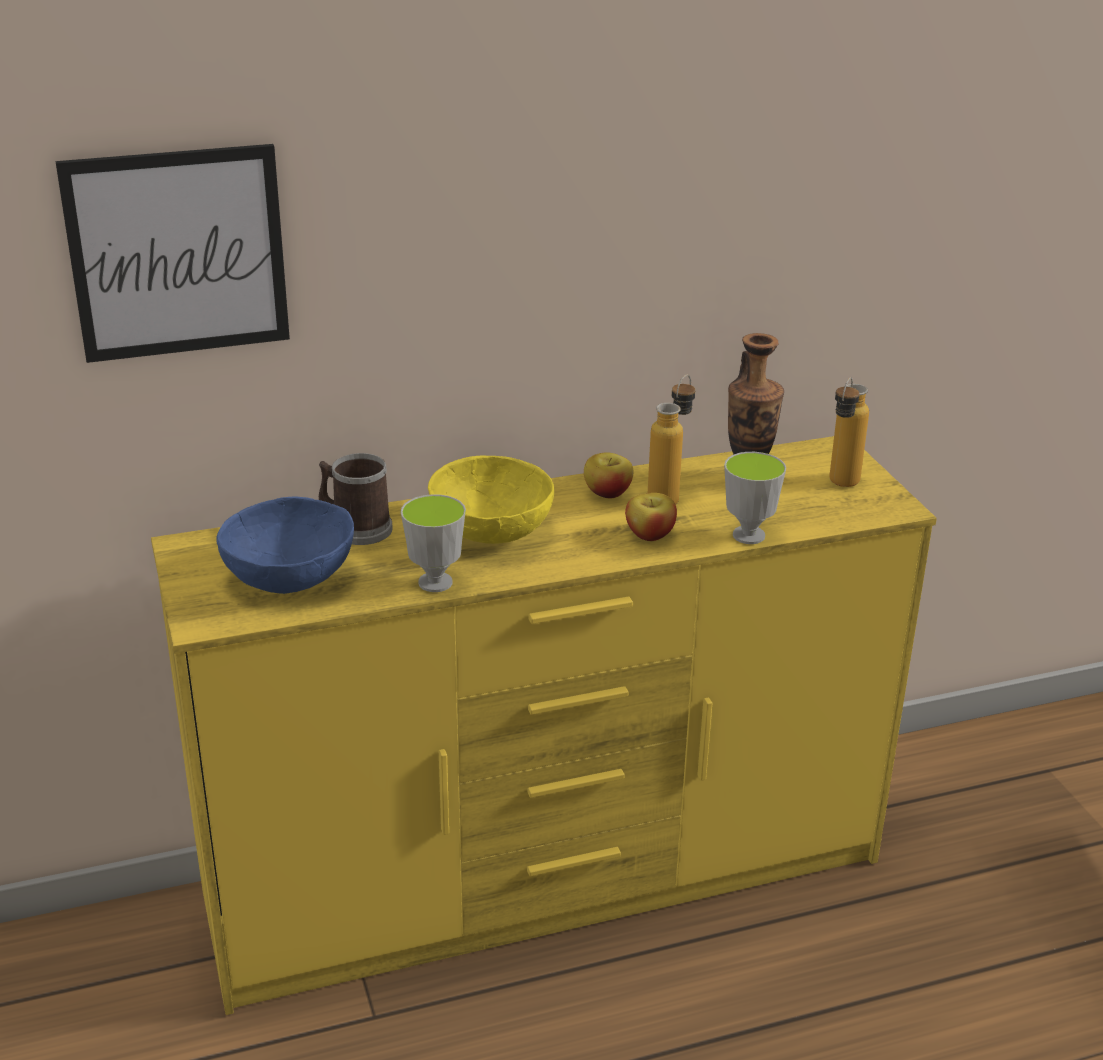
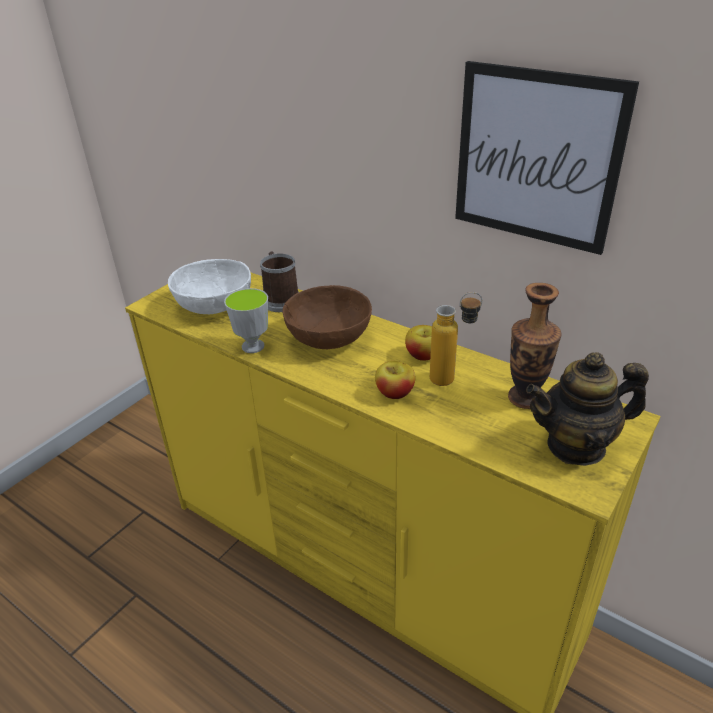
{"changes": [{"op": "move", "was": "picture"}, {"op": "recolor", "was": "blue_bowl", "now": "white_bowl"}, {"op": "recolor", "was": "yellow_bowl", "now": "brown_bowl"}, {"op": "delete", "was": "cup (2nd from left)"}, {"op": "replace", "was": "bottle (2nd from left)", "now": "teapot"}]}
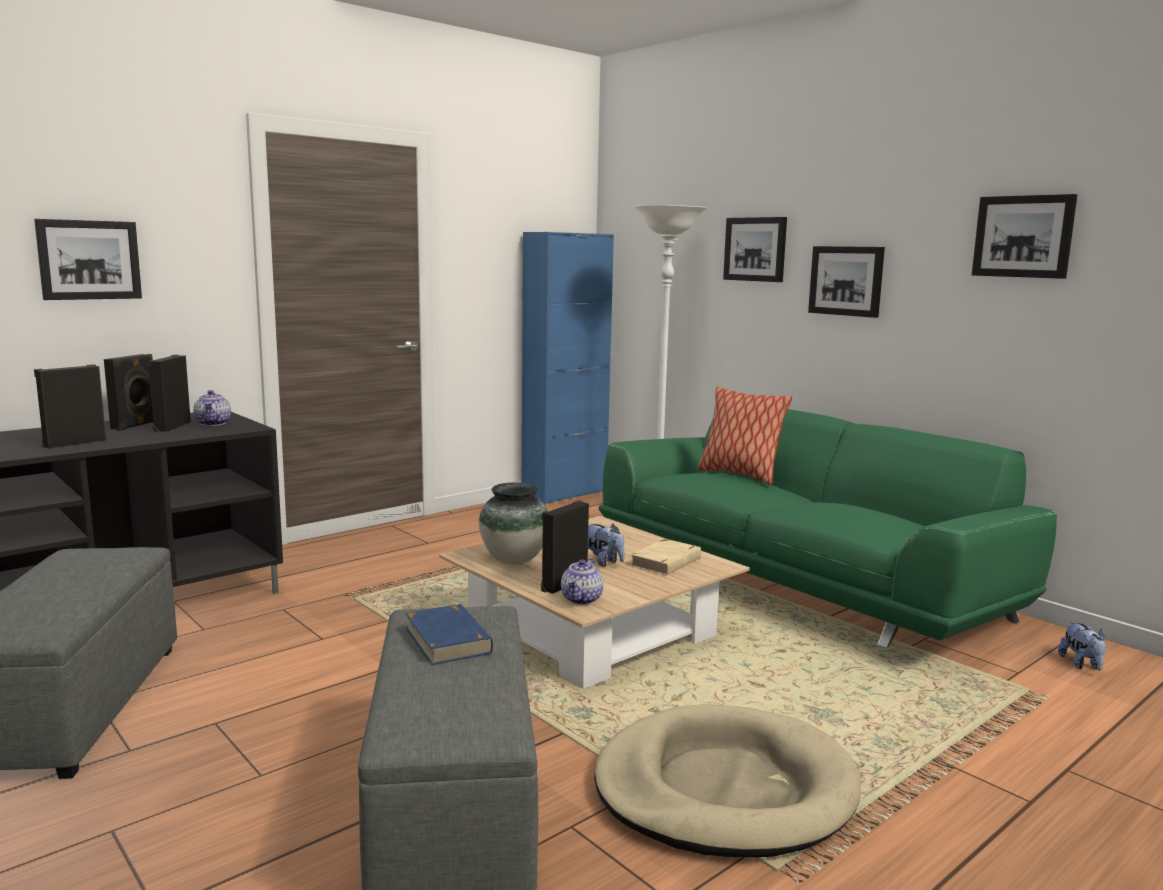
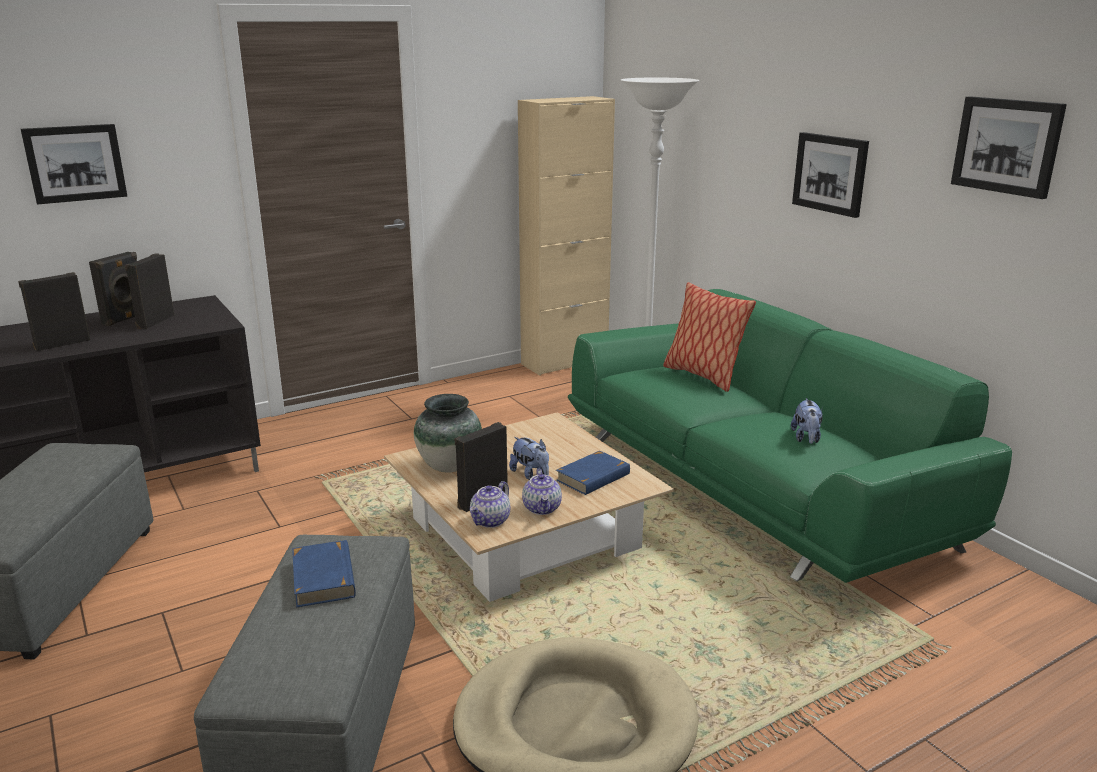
{"changes": [{"op": "move", "was": "teapot (1st from left in the first image)", "now": "teapot (2nd from left)"}, {"op": "recolor", "was": "blue_cabinet", "now": "beige_cabinet"}, {"op": "recolor", "was": "beige_book", "now": "blue_book (2nd from left)"}, {"op": "delete", "was": "picture (2nd from left)"}, {"op": "move", "was": "plush_toy (2nd from left)"}]}
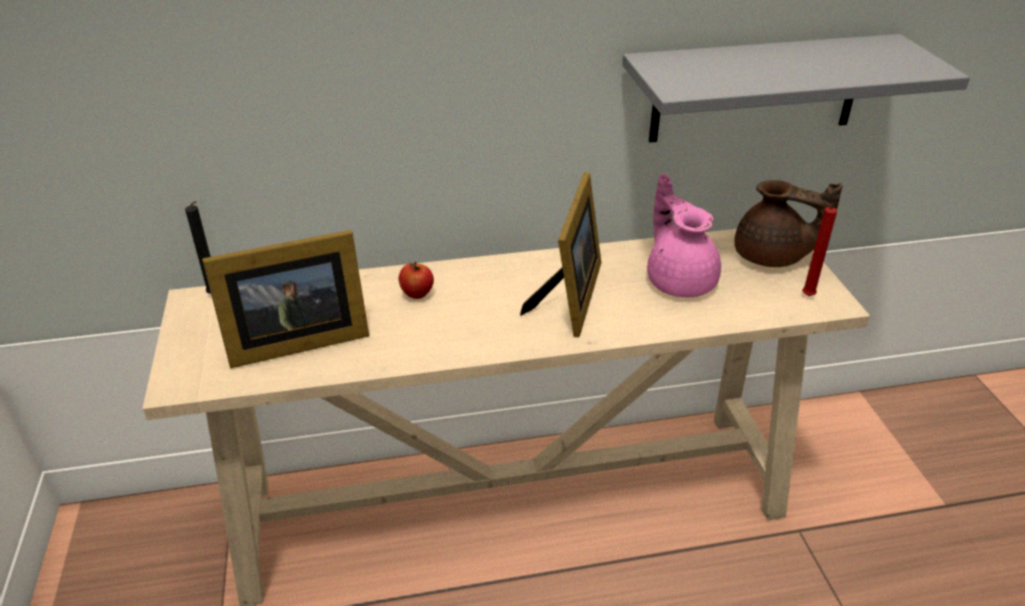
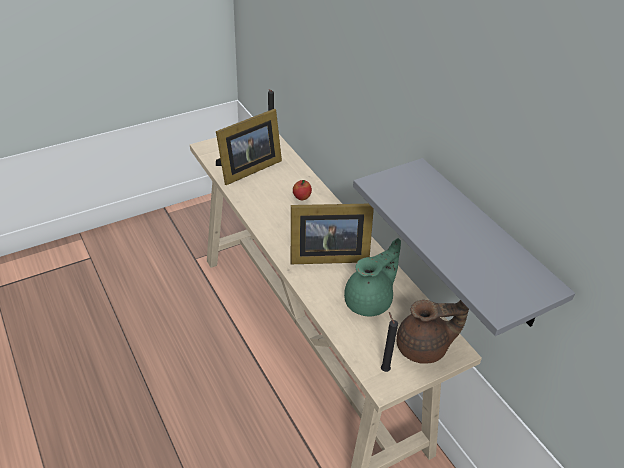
{"changes": [{"op": "rotate", "was": "picture_frame (1st from left)", "clockwise": -90}, {"op": "recolor", "was": "pink_teapot", "now": "green_teapot"}, {"op": "rotate", "was": "brown_teapot", "clockwise": -105}, {"op": "recolor", "was": "red_candle", "now": "black_candle (2nd from left)"}]}
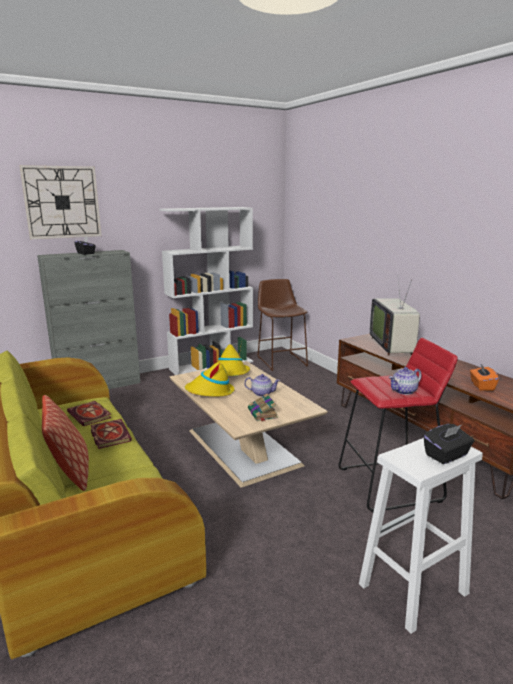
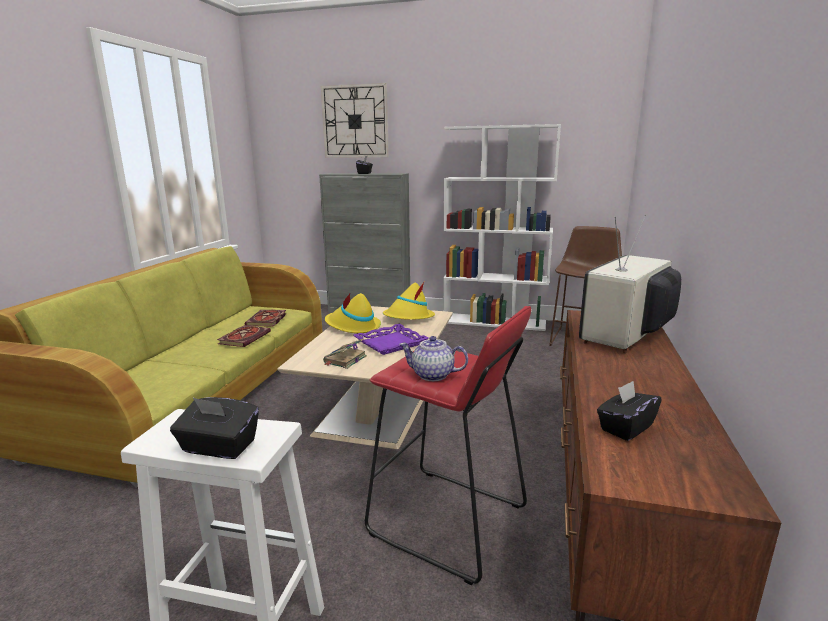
{"changes": [{"op": "delete", "was": "pillow"}, {"op": "replace", "was": "teapot (1st from left)", "now": "purple_tray"}, {"op": "recolor", "was": "orange_tissue_box", "now": "black_tissue_box (3rd from left)"}]}
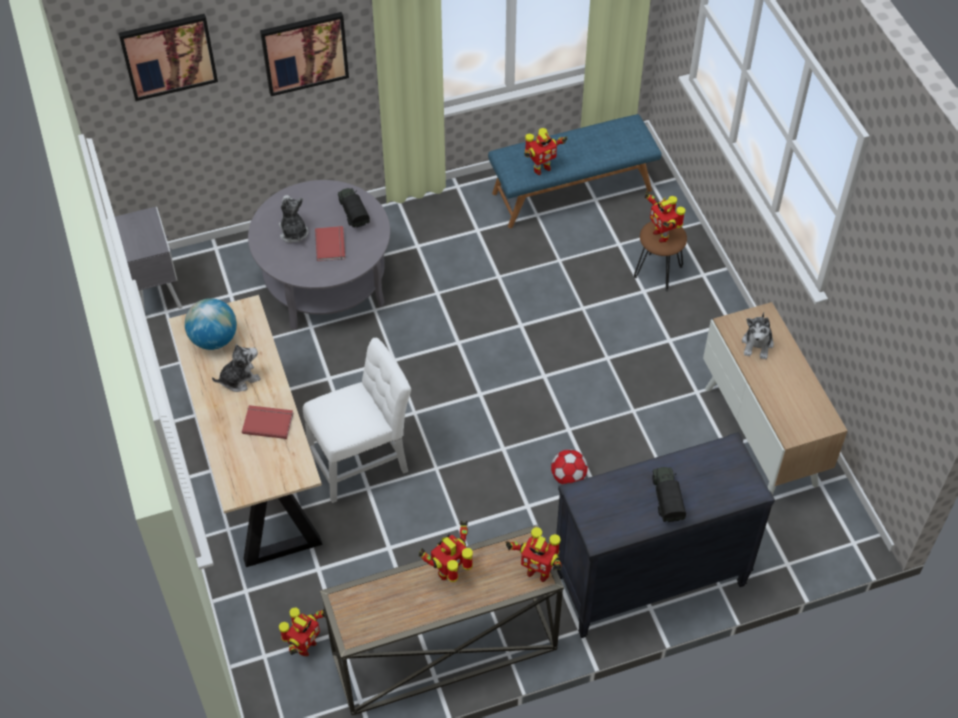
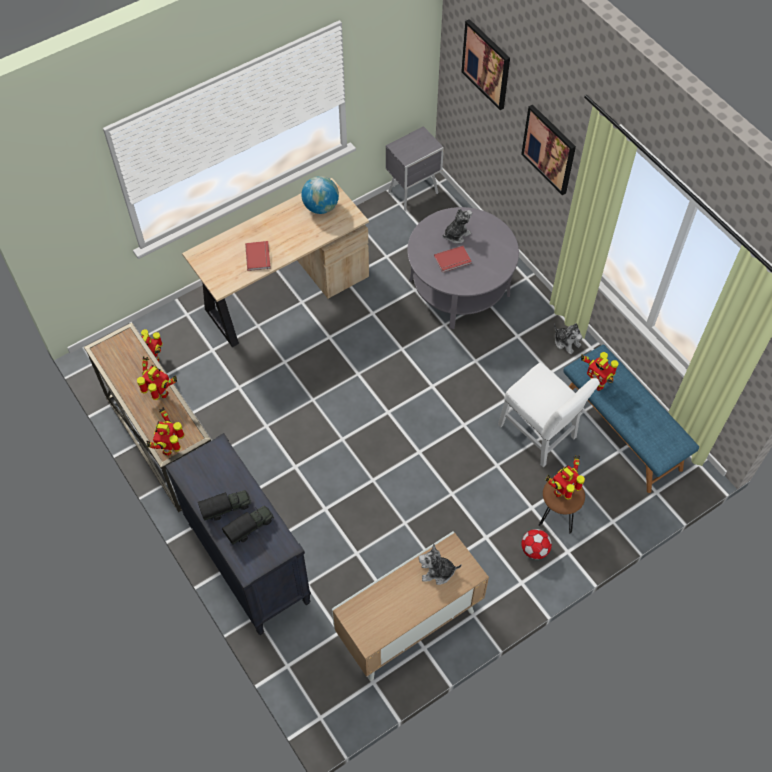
{"changes": [{"op": "move", "was": "plush_toy (1st from left in the first image)", "now": "plush_toy (3rd from left)"}, {"op": "move", "was": "white_chair"}, {"op": "move", "was": "toy_truck (1st from left in the first image)", "now": "toy_truck (2nd from left)"}, {"op": "move", "was": "football"}]}
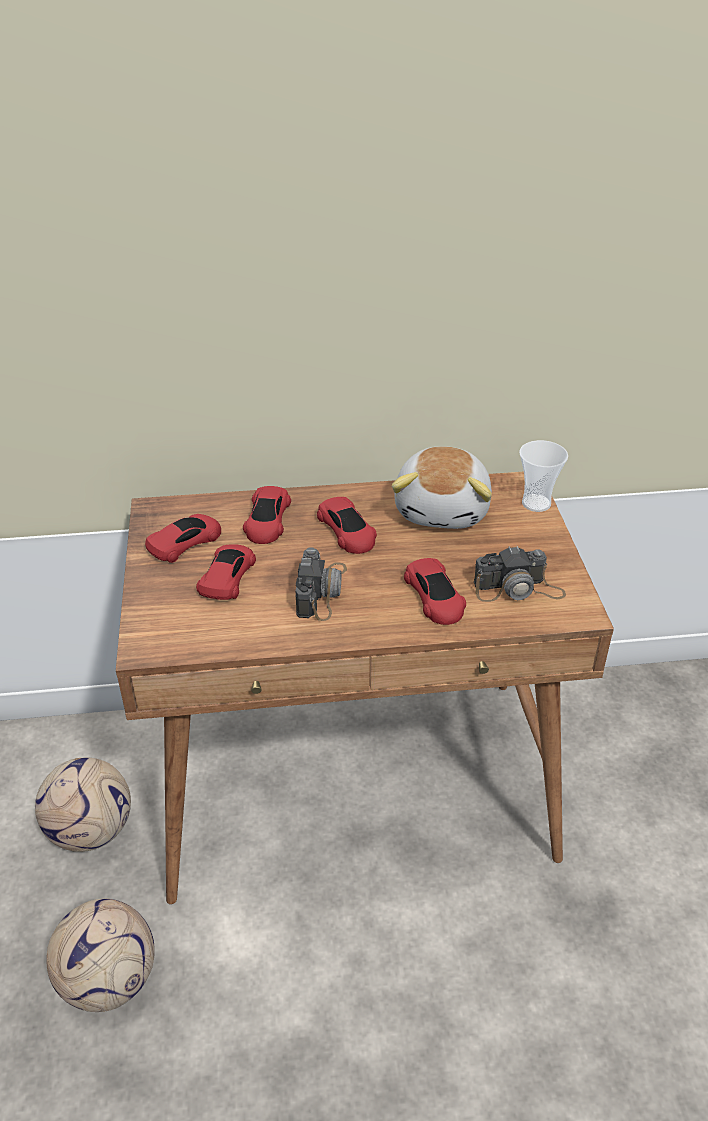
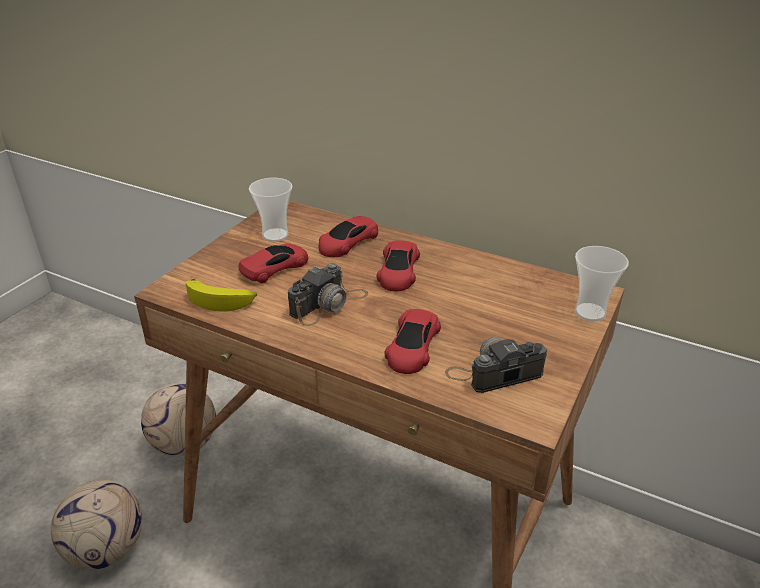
{"changes": [{"op": "replace", "was": "red_toy_car (1st from left)", "now": "cup (1st from left)"}, {"op": "delete", "was": "plush_toy"}, {"op": "rotate", "was": "photo_camera (2nd from left)", "clockwise": 135}, {"op": "insert", "now": "banana"}]}
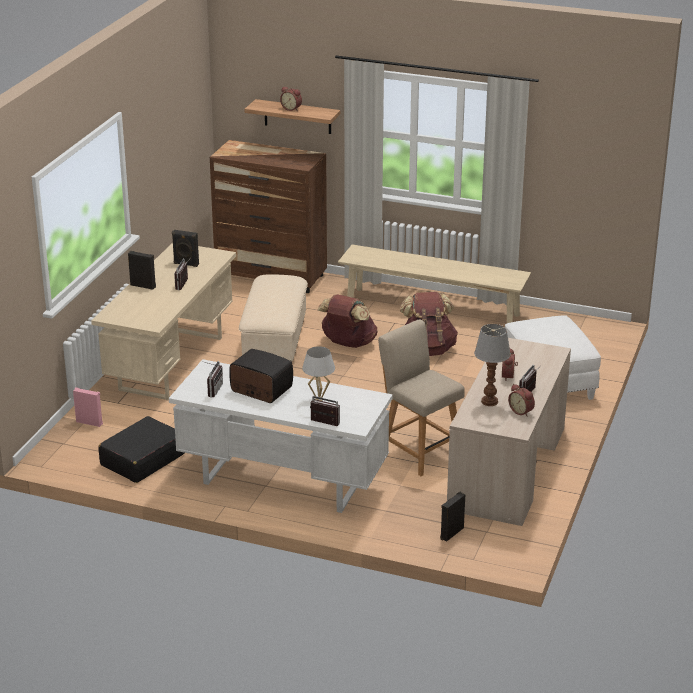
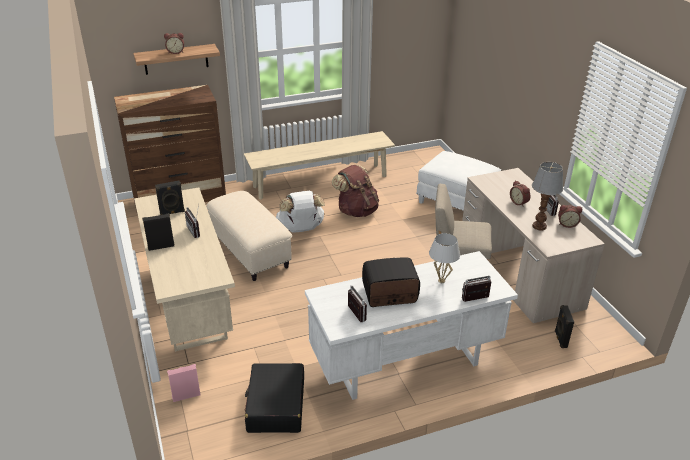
{"changes": [{"op": "recolor", "was": "brown_backpack (1st from left)", "now": "white_backpack"}]}
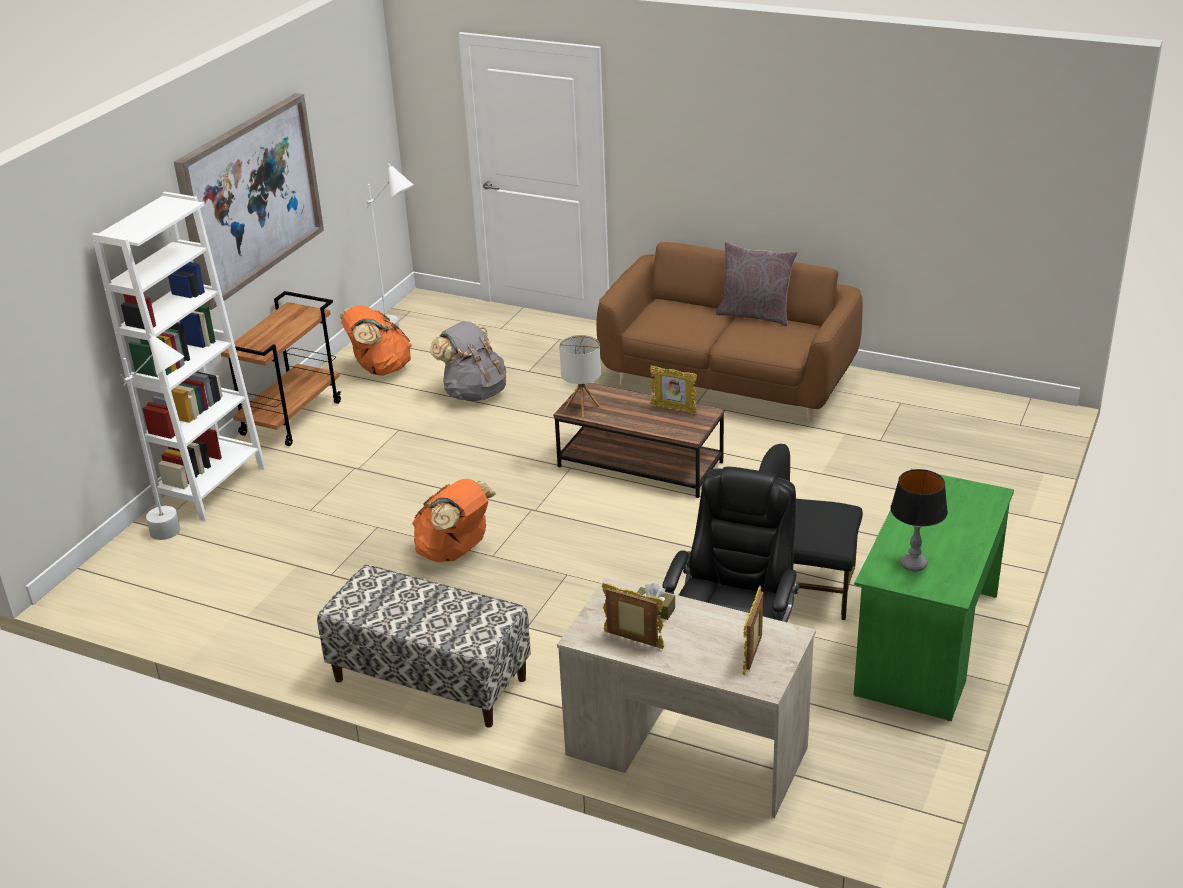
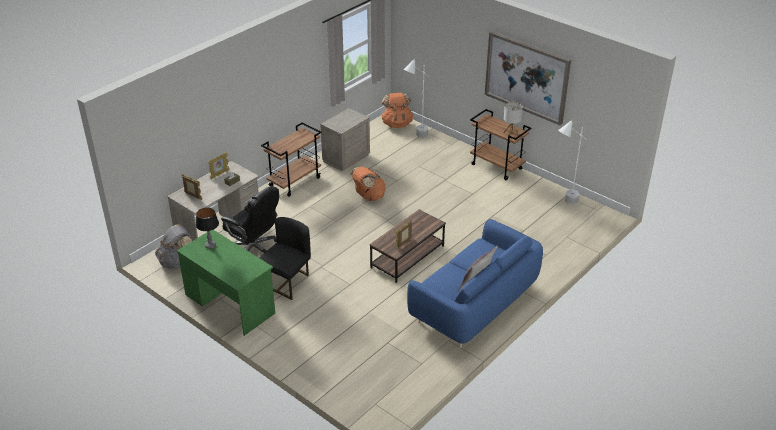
{"changes": [{"op": "delete", "was": "white_bookcase"}, {"op": "replace", "was": "bench", "now": "brown_cart (1st from left)"}, {"op": "move", "was": "orange_backpack (1st from left in the first image)", "now": "orange_backpack (2nd from left)"}, {"op": "move", "was": "grey_backpack"}, {"op": "move", "was": "table_lamp (1st from left in the first image)", "now": "table_lamp (2nd from left)"}, {"op": "recolor", "was": "brown_sofa", "now": "blue_sofa"}, {"op": "insert", "now": "beige_nightstand"}]}
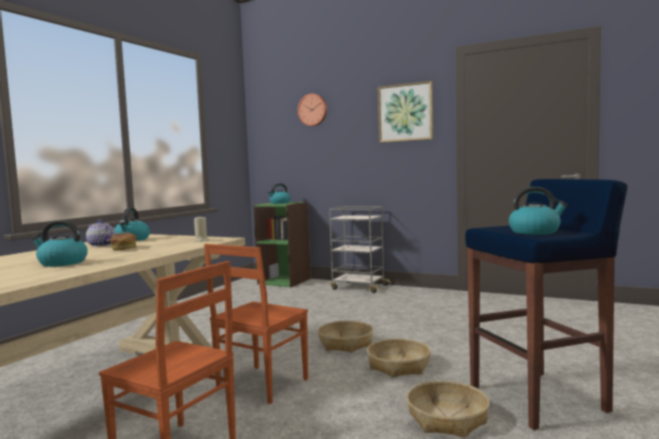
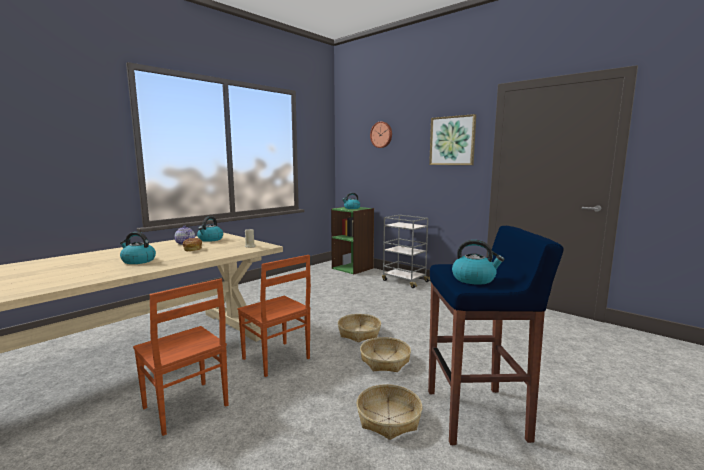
{"changes": [{"op": "rotate", "was": "brown_chair (2nd from left)", "clockwise": -90}]}
